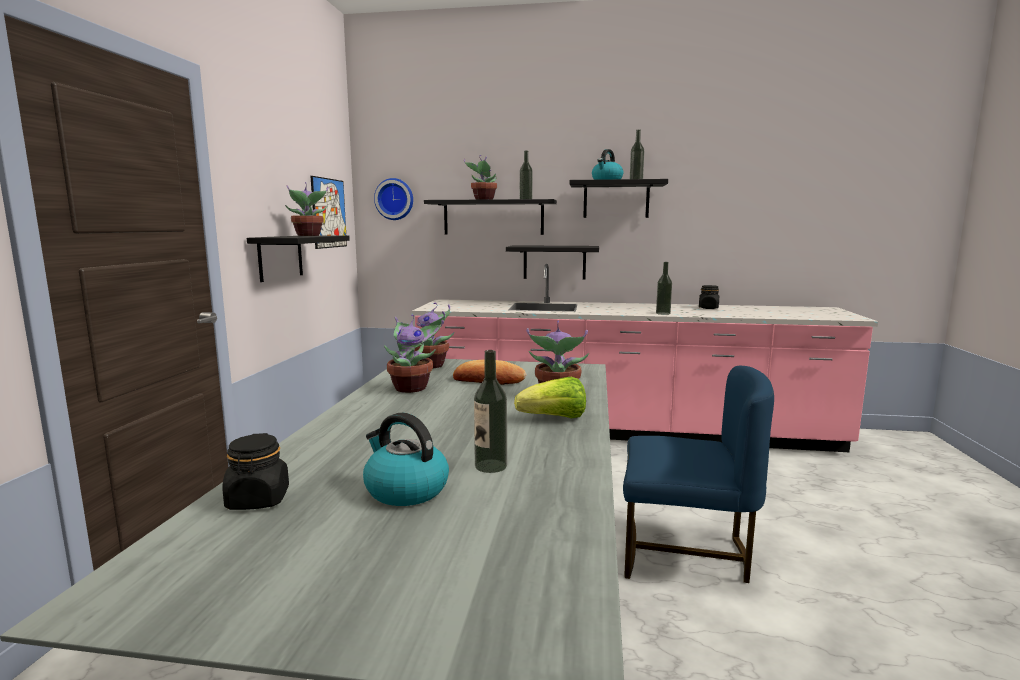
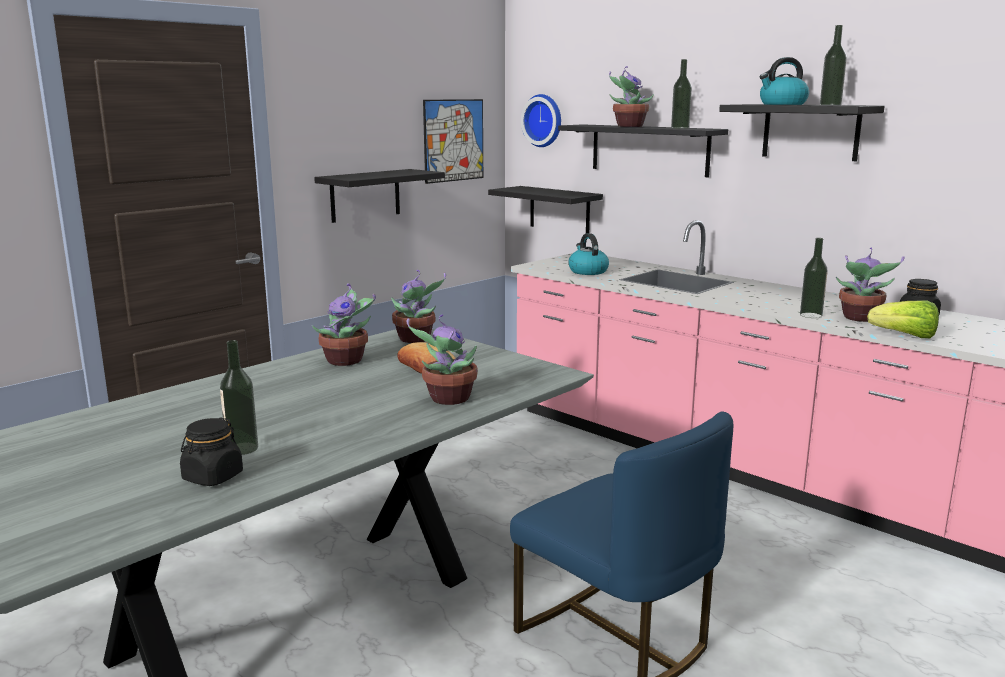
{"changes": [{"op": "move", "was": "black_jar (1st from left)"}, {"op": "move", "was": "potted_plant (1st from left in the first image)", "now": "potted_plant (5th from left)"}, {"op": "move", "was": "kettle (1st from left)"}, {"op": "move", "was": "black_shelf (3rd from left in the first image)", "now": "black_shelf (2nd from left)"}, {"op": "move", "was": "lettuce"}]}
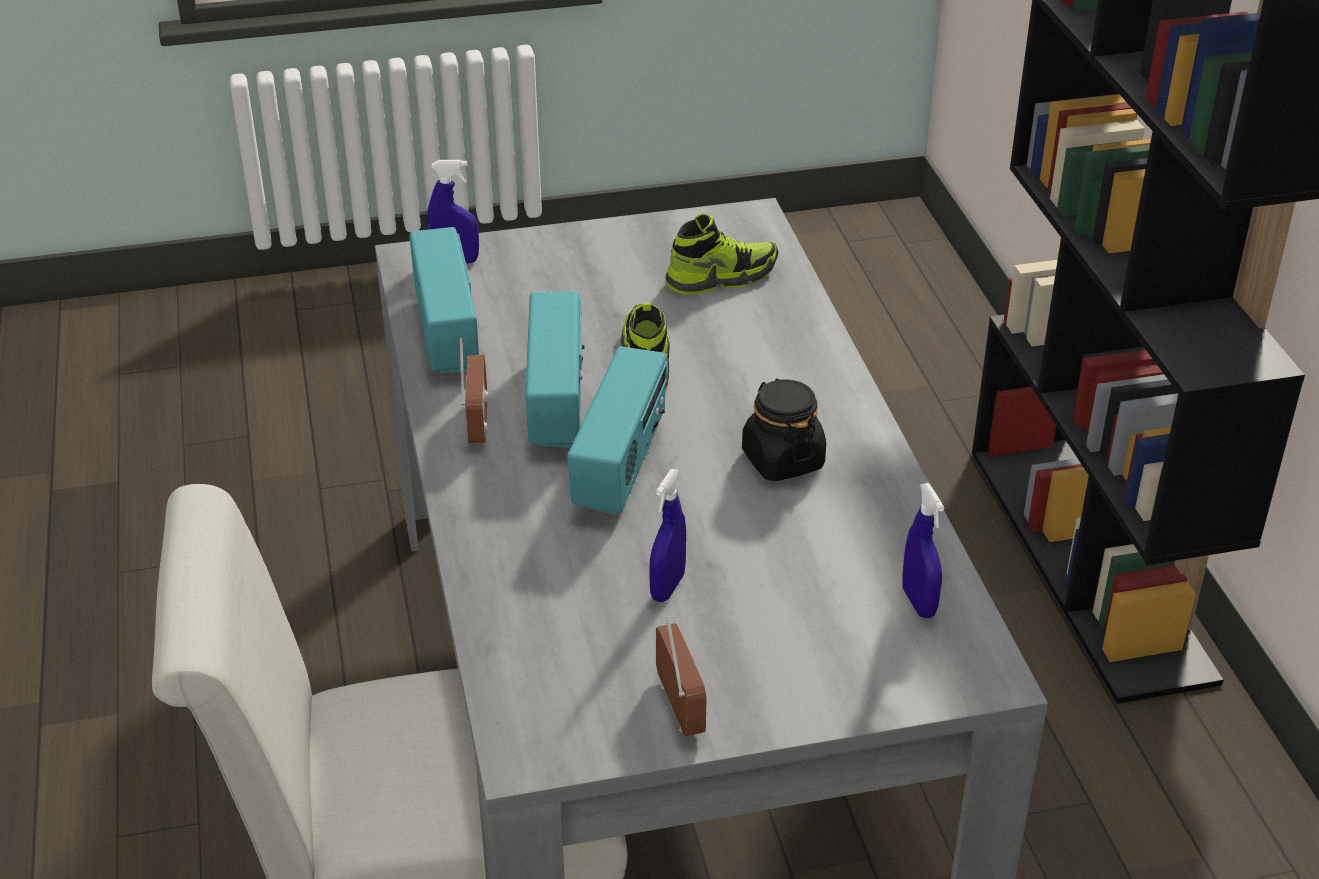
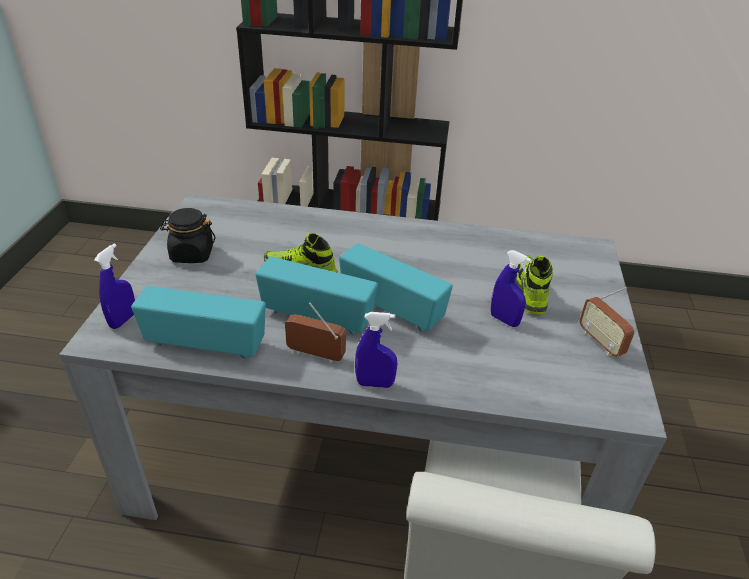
{"changes": [{"op": "rotate", "was": "radio (5th from left)", "clockwise": -120}, {"op": "move", "was": "shoe (2nd from left)"}, {"op": "move", "was": "black_jar"}, {"op": "move", "was": "blue_spray_bottle (3rd from left in the first image)", "now": "blue_spray_bottle (2nd from left)"}]}
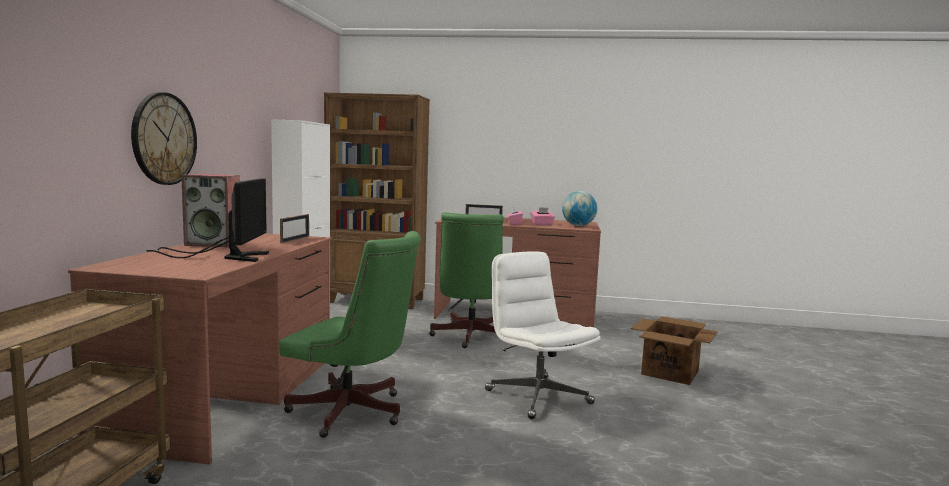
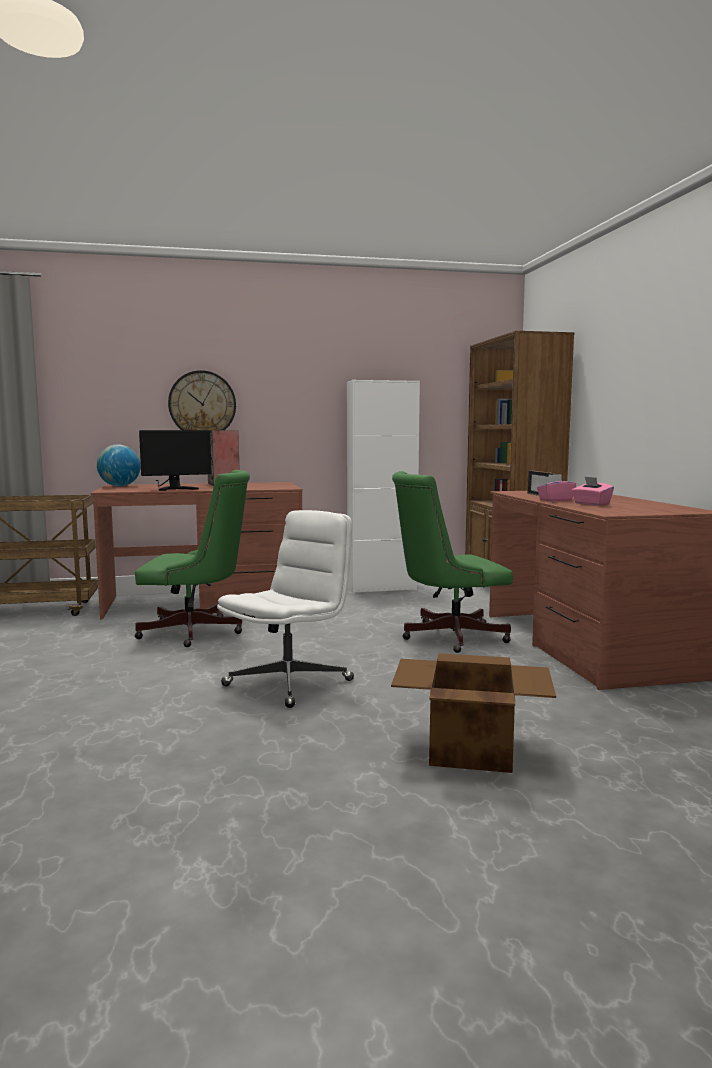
{"changes": [{"op": "rotate", "was": "green_office_chair (1st from left)", "clockwise": -90}, {"op": "delete", "was": "picture_frame (1st from left)"}, {"op": "move", "was": "globe"}]}
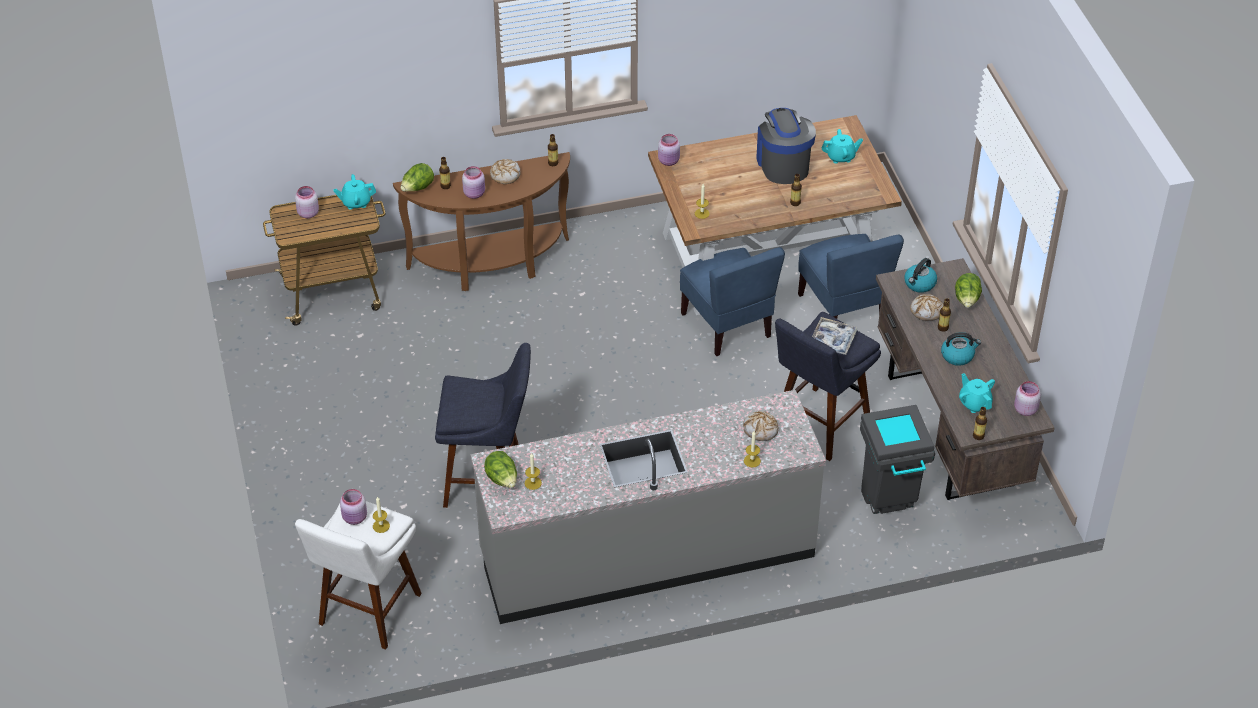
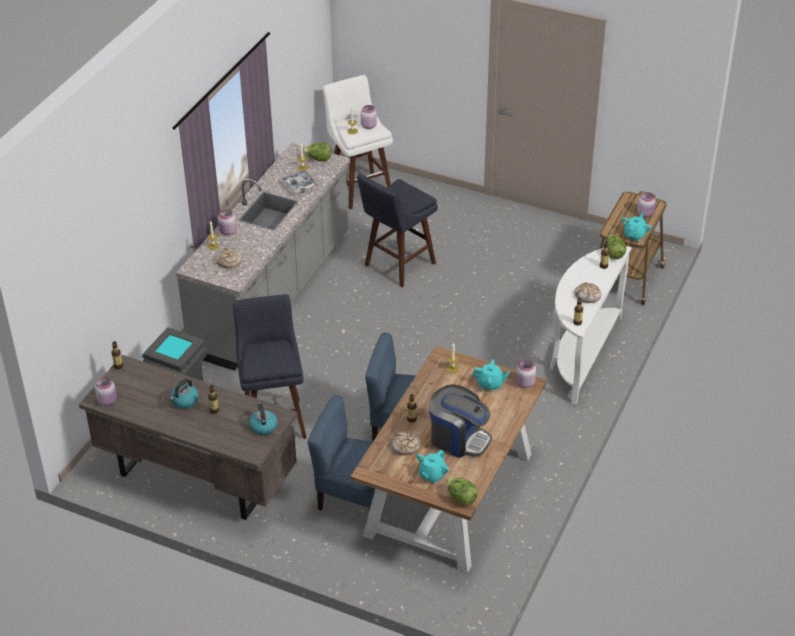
{"changes": [{"op": "recolor", "was": "brown_console_table", "now": "white_console_table"}, {"op": "move", "was": "pink_jar (3rd from left in the first image)", "now": "pink_jar (2nd from left)"}, {"op": "move", "was": "tray"}, {"op": "move", "was": "bread (3rd from left in the first image)", "now": "bread (2nd from left)"}, {"op": "move", "was": "lettuce (3rd from left in the first image)", "now": "lettuce (2nd from left)"}, {"op": "move", "was": "turquoise_teapot (3rd from left in the first image)", "now": "turquoise_teapot (2nd from left)"}]}
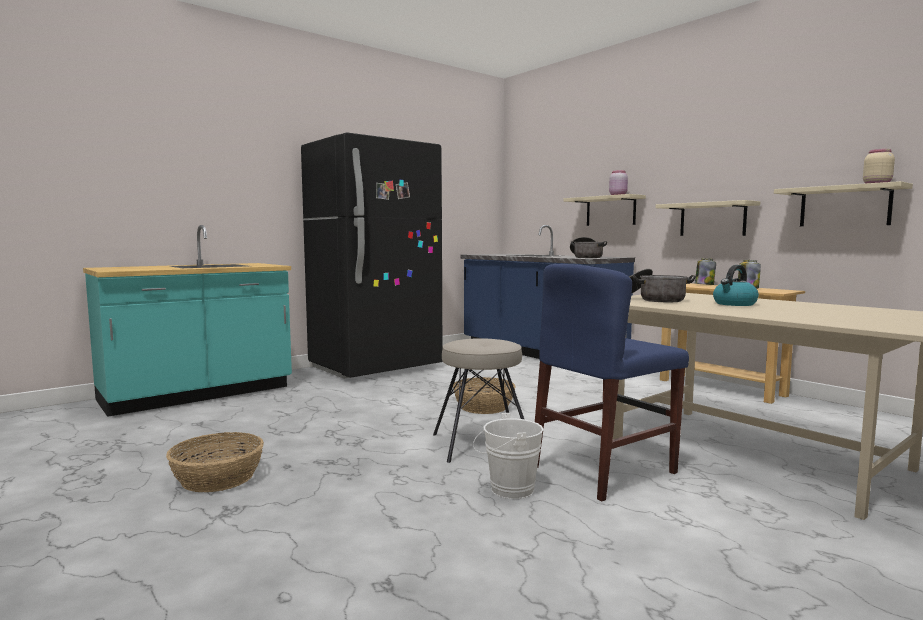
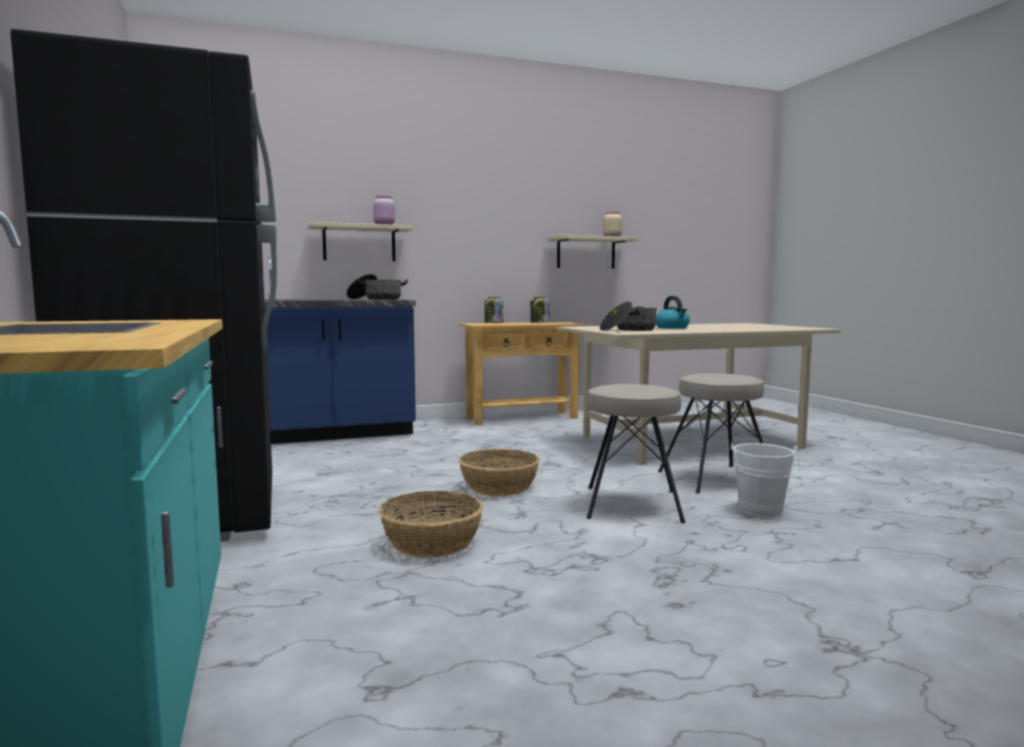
{"changes": [{"op": "move", "was": "basket (1st from left)"}, {"op": "replace", "was": "blue_chair", "now": "beige_stool (2nd from left)"}, {"op": "delete", "was": "beige_shelf (2nd from left)"}]}
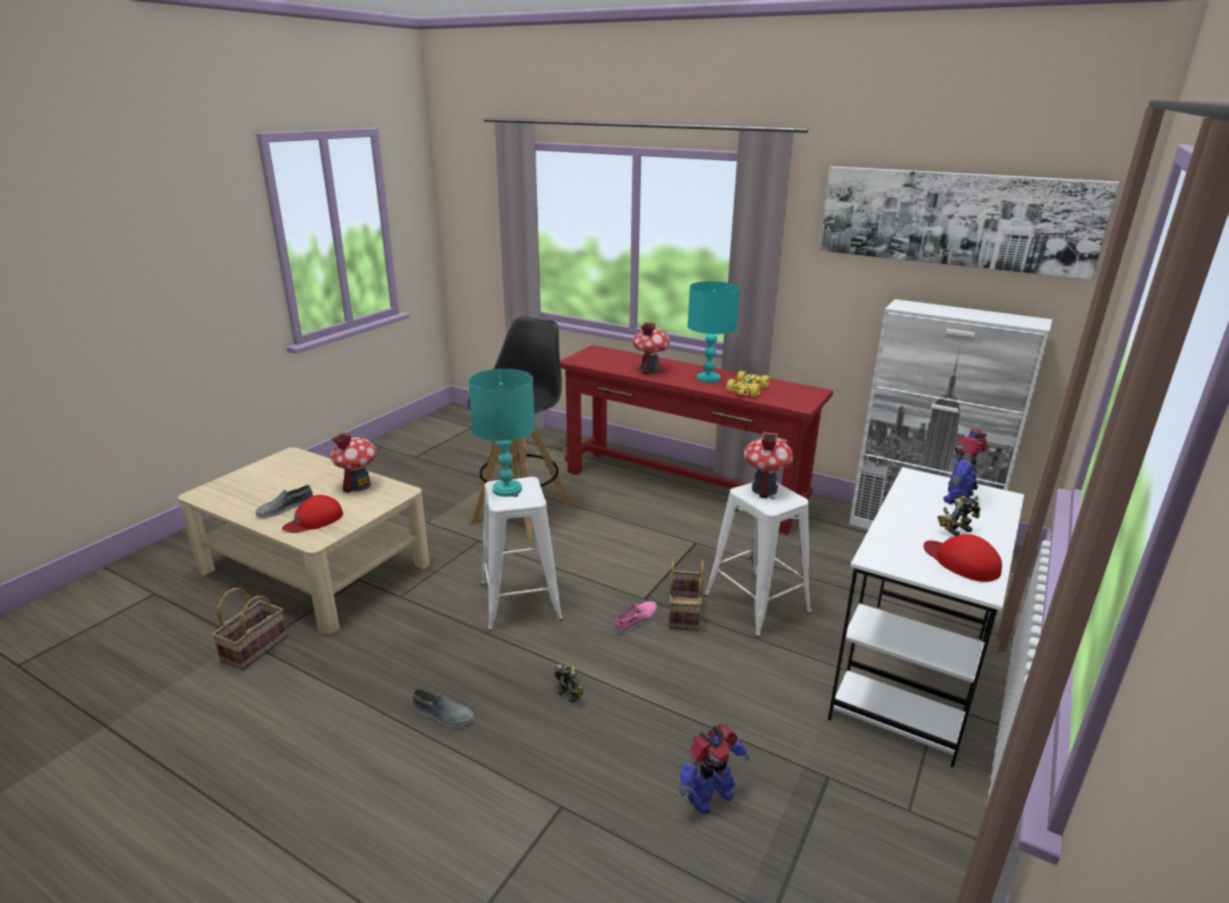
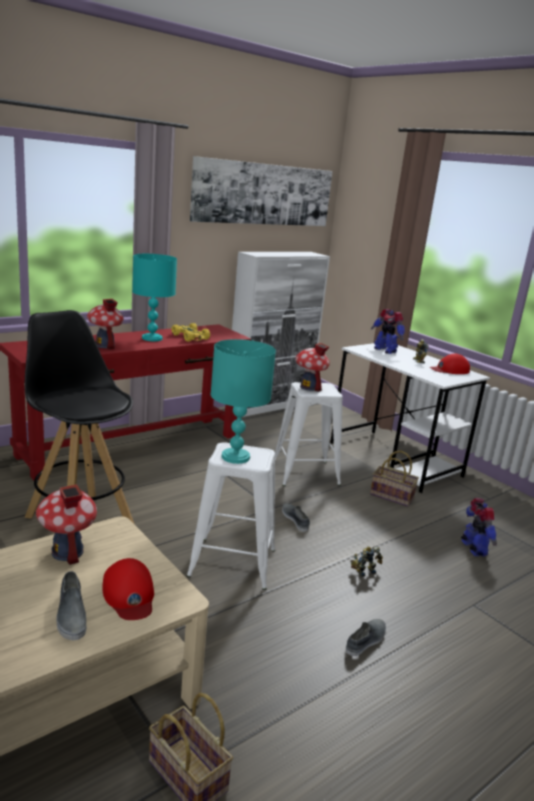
{"changes": [{"op": "recolor", "was": "pink_shoe", "now": "grey_shoe (2nd from left)"}, {"op": "move", "was": "basket (2nd from left)"}]}
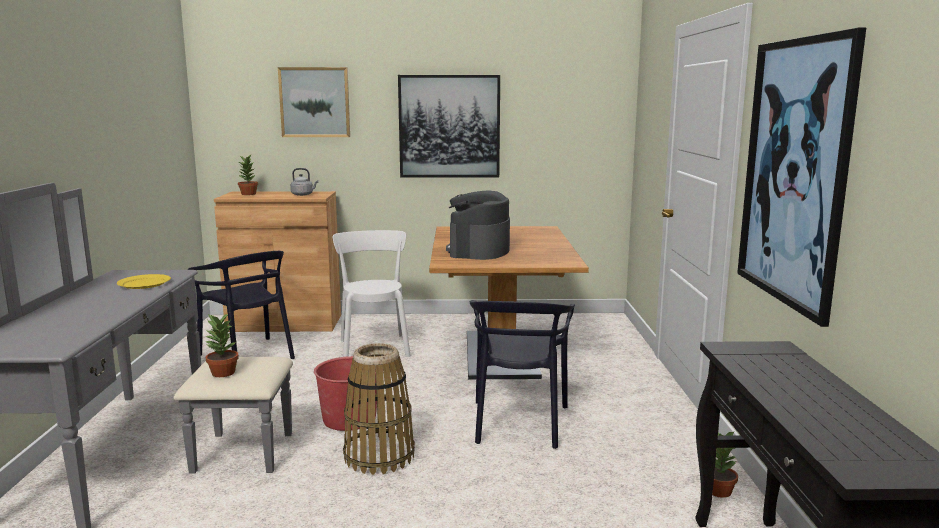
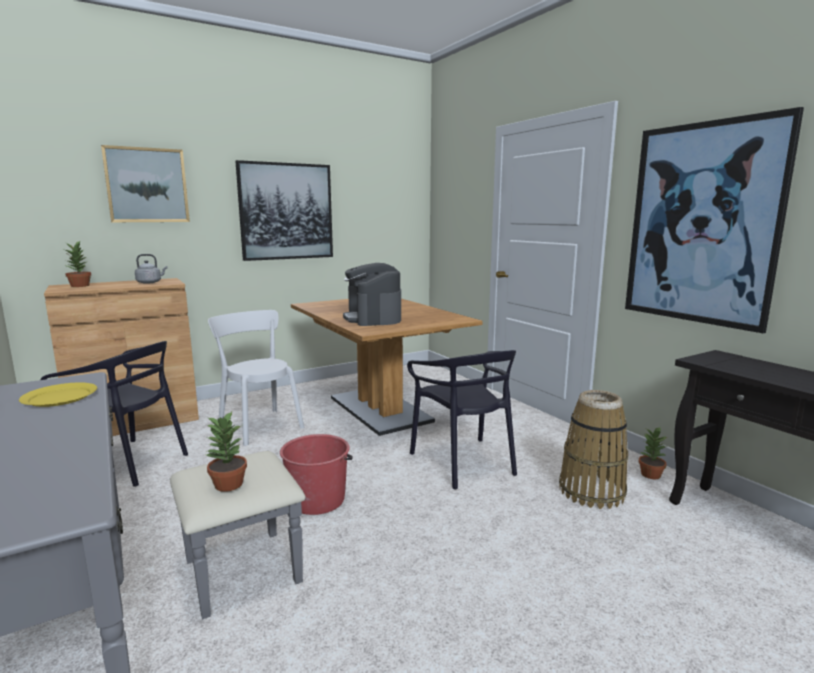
{"changes": [{"op": "move", "was": "basket"}]}
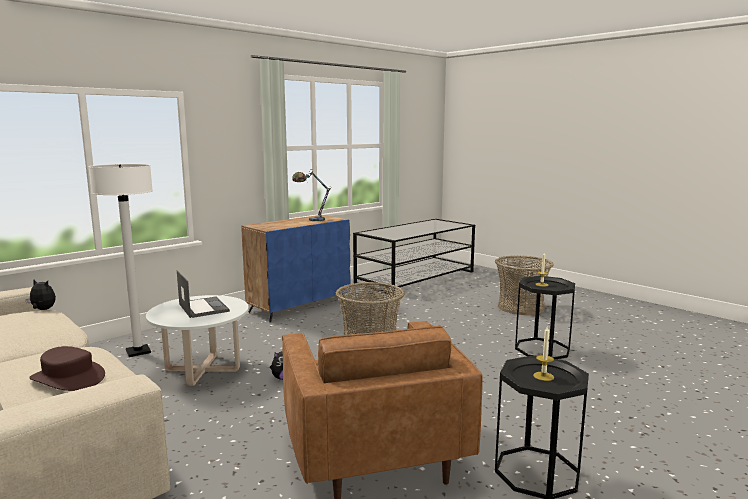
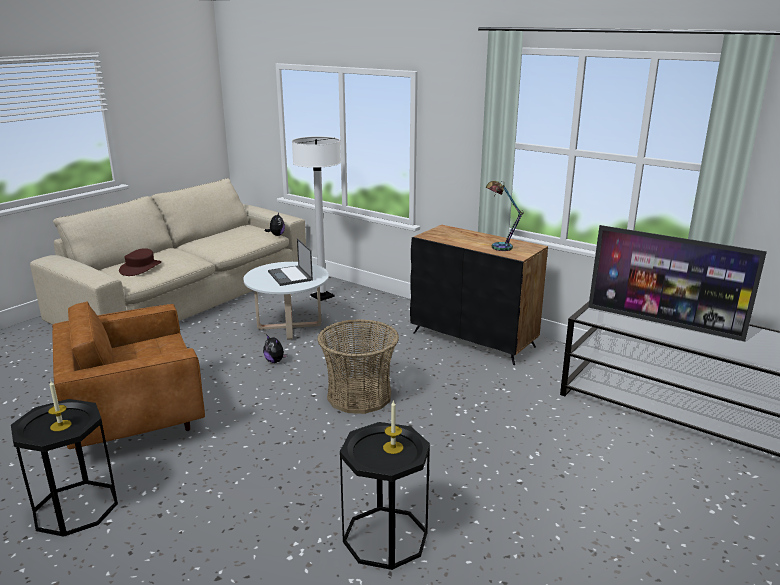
{"changes": [{"op": "rotate", "was": "laptop", "clockwise": 105}, {"op": "recolor", "was": "blue_cabinet", "now": "black_cabinet"}, {"op": "delete", "was": "basket (2nd from left)"}, {"op": "insert", "now": "television"}]}
